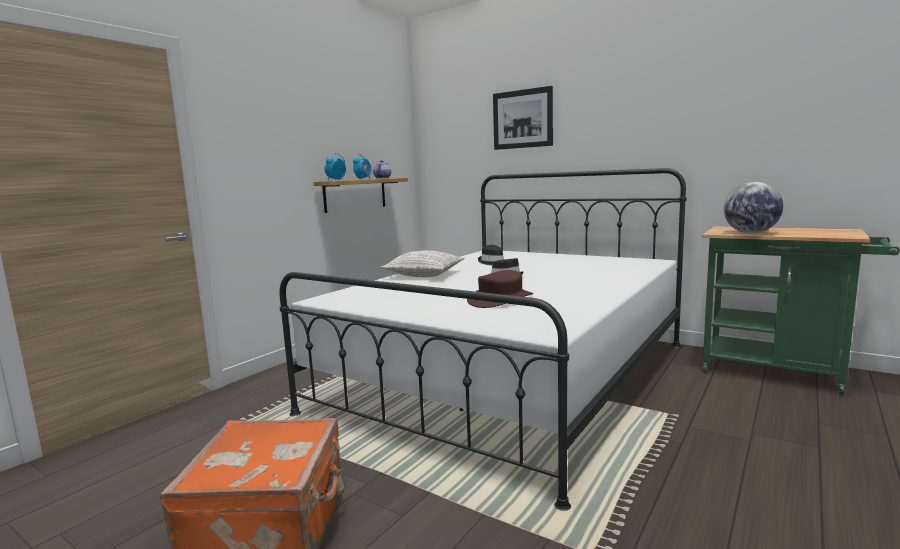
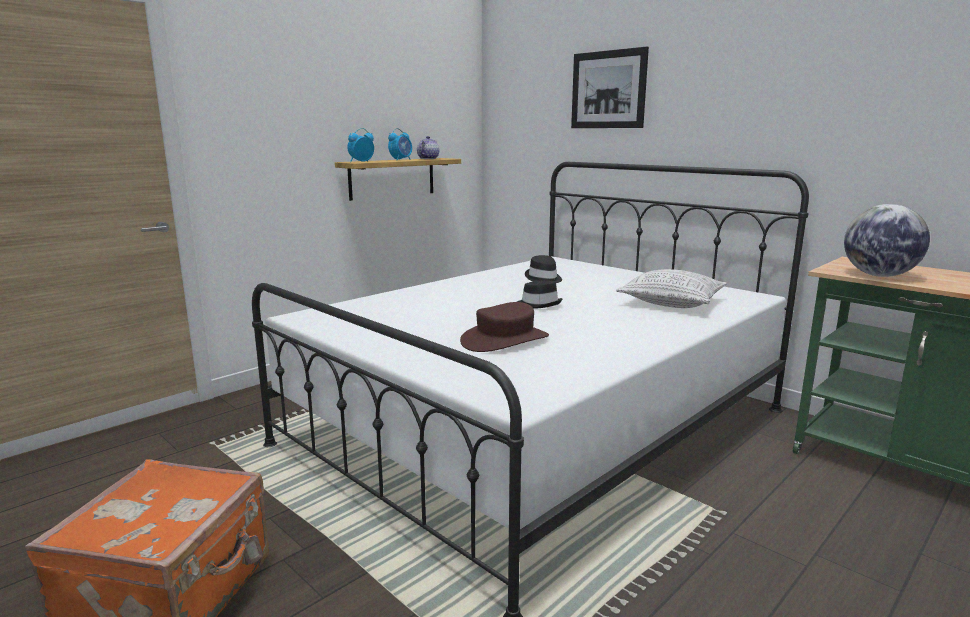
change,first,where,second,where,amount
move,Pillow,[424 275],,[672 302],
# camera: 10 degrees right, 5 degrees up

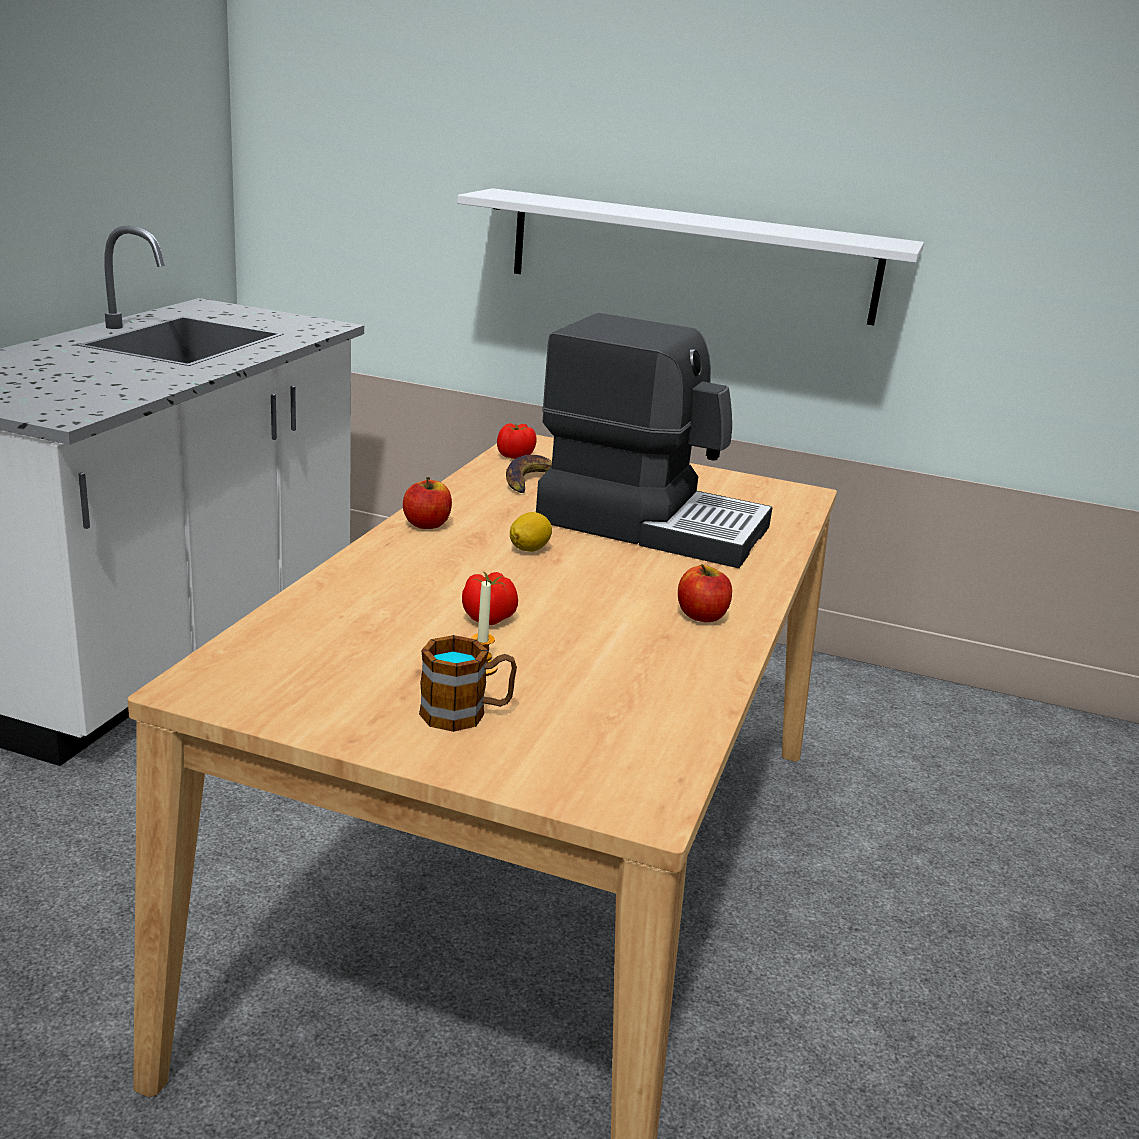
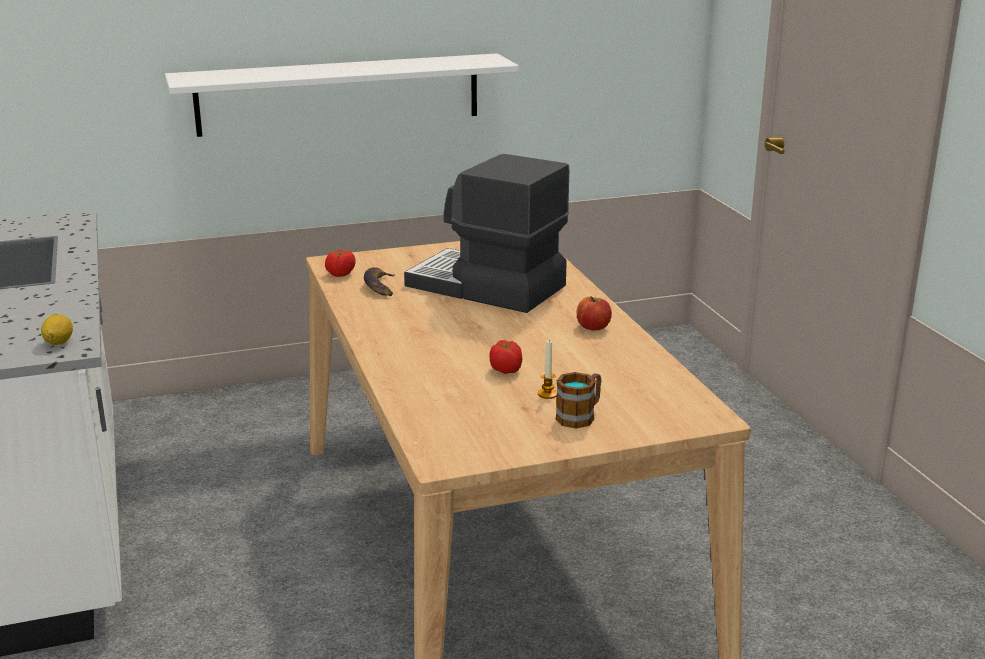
change,first,where,second,where,amount
delete,WholeApple,[427 524],,,
move,CitrusFruit,[529 549],,[59 342],
rotate,CoffeeMaker,[651 523],,[486 287],135 degrees counterclockwise
# camera: 35 degrees left, 0 degrees up

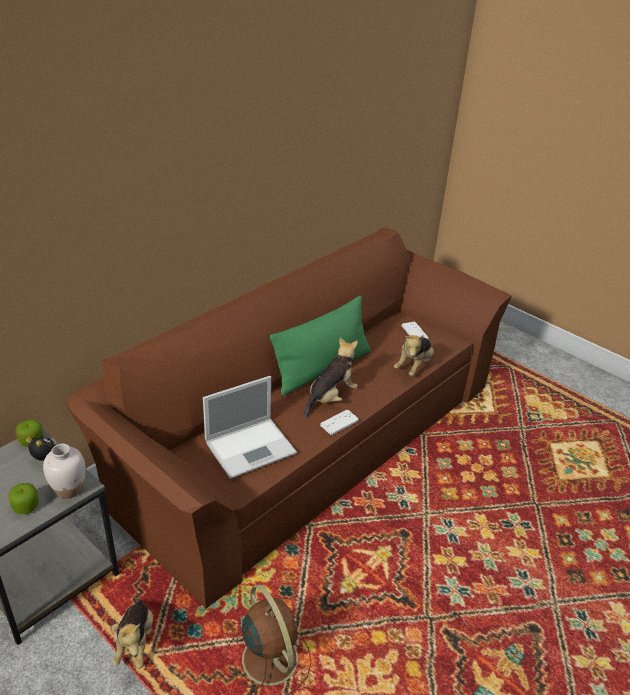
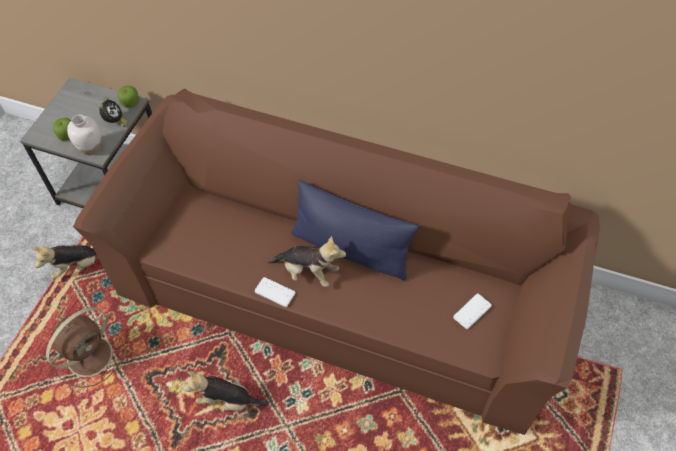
change,first,where,second,where,amount
delete,NotebookComputer,[252 447],,,
recolor,GreenishPillow,[322 369],BluishPillow,[351 249],
move,CuddlyToy,[414 366],,[227 400],
# camera: 70 degrees right, 20 degrees up

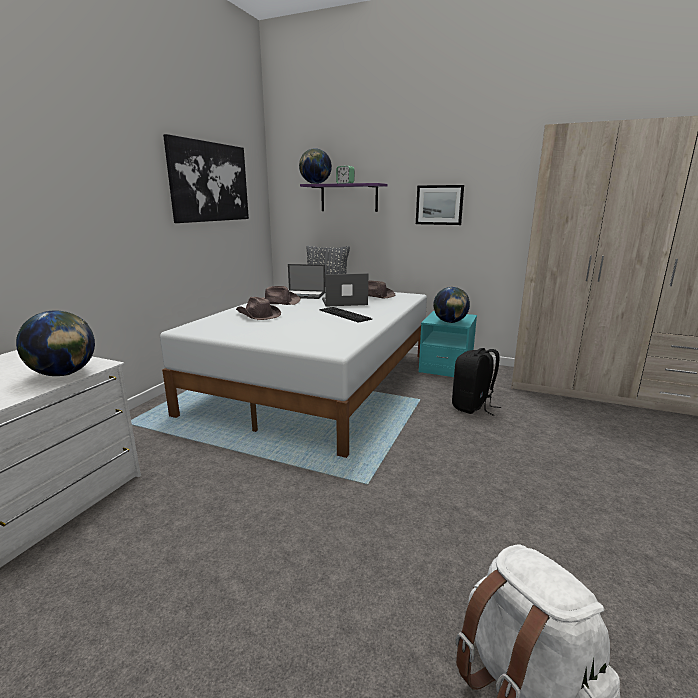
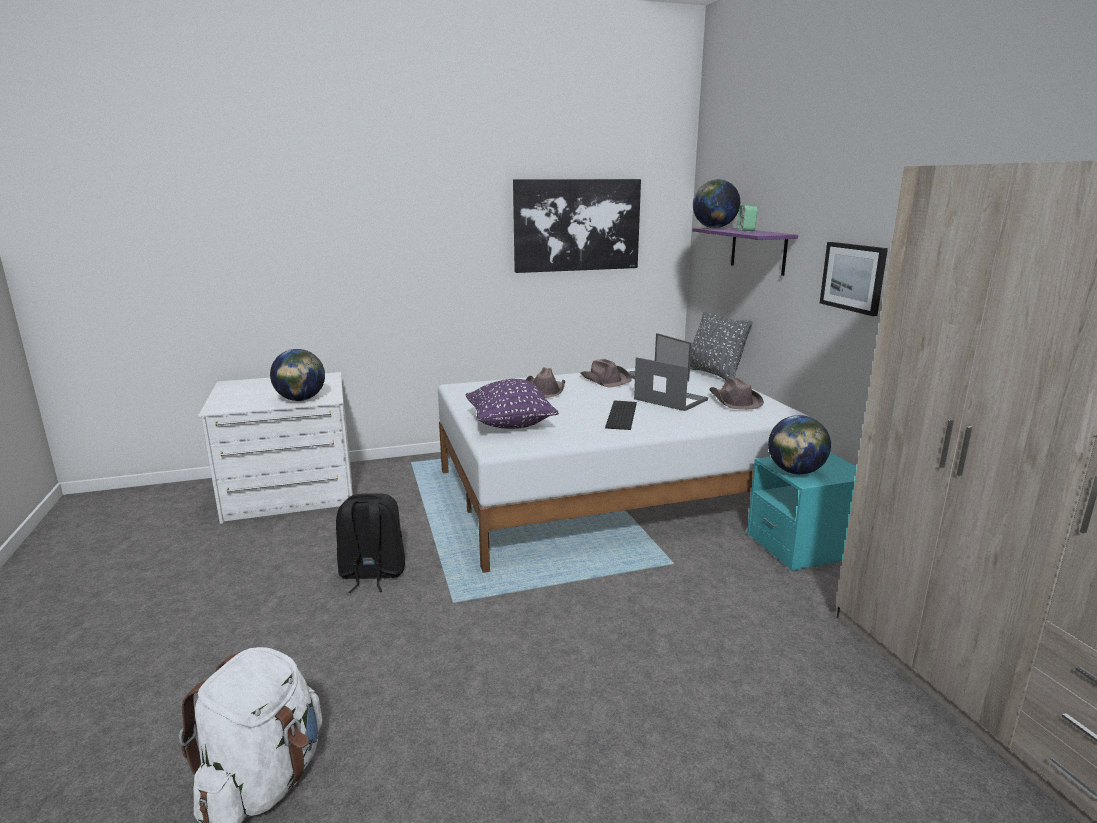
change,first,where,second,where,amount
move,BlackColouredRucksack,[472 407],,[372 574],
insert,,,PurplePillow,[510 425],
# camera: 50 degrees right, 0 degrees up

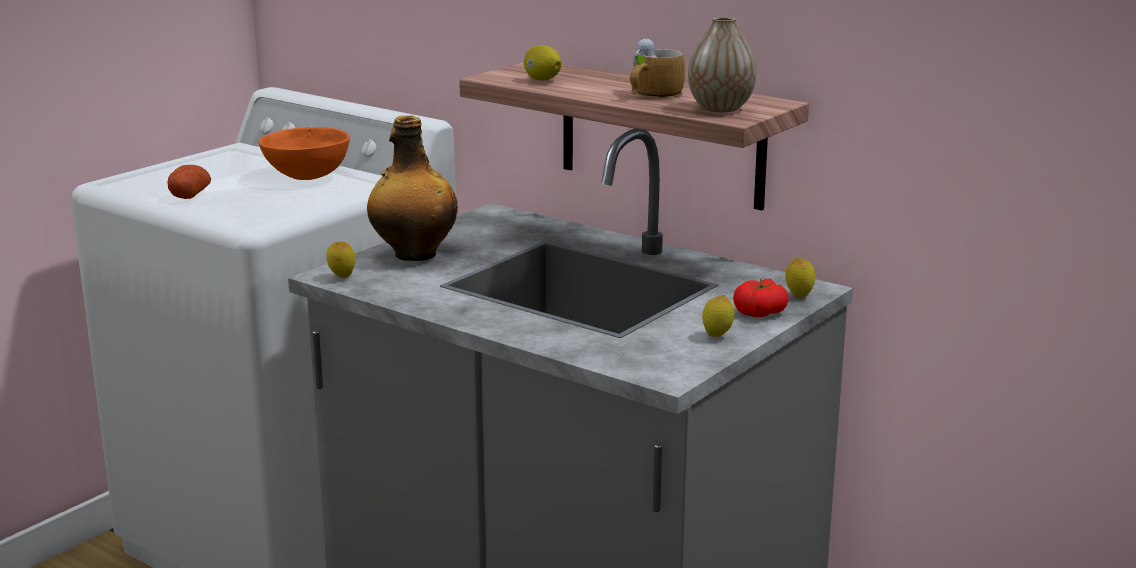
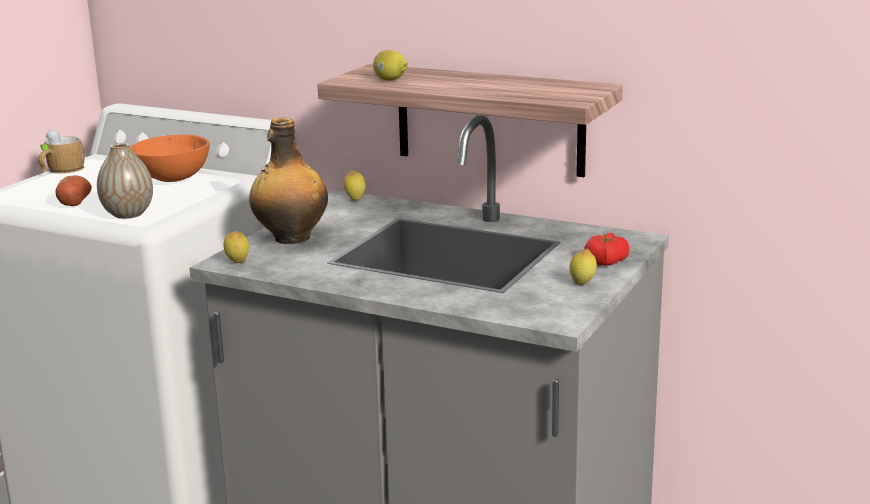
change,first,where,second,where,amount
move,TeaMug,[652 95],,[61 171],
move,FlowerVase,[720 108],,[128 214],
move,CitrusFruit,[799 296],,[355 199],
# camera: 10 degrees left, 0 degrees up

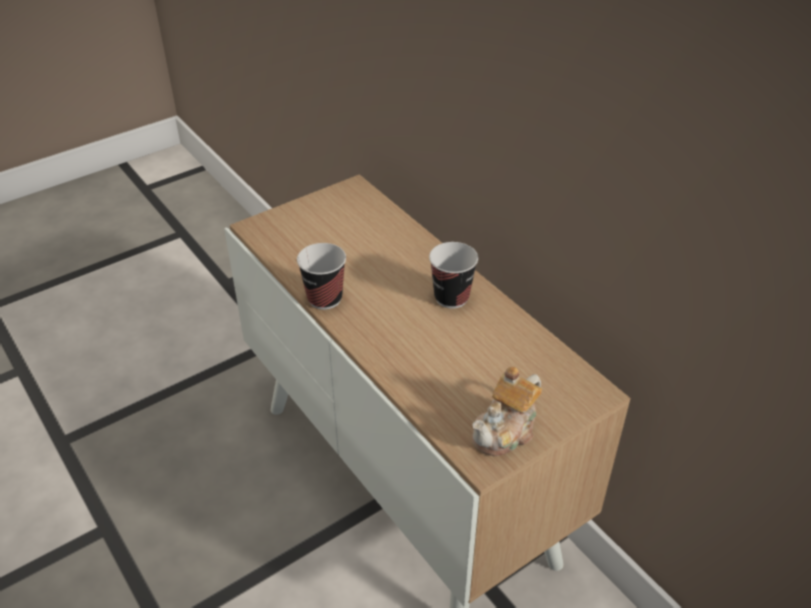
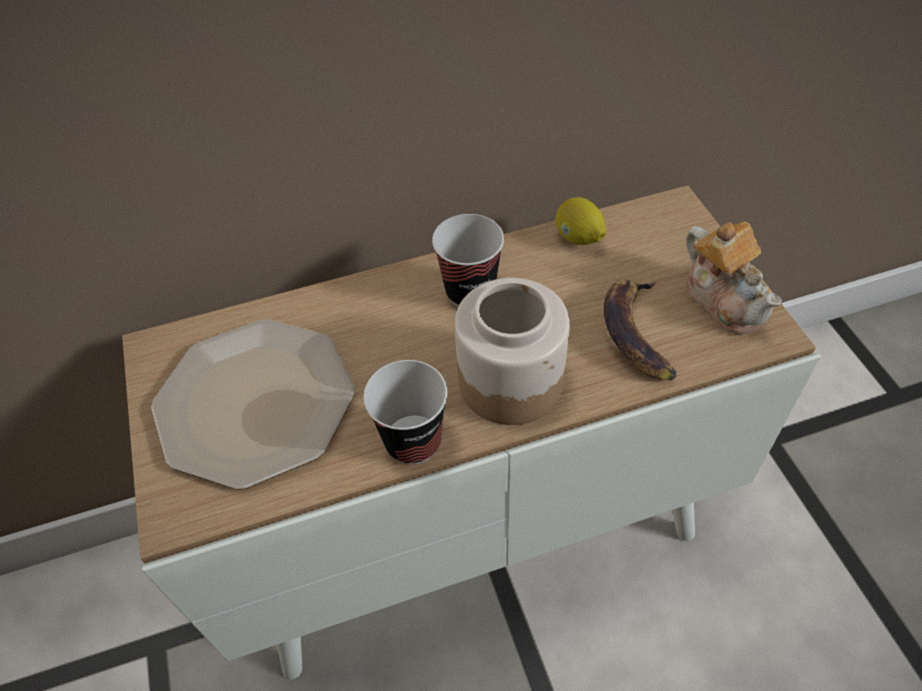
change,first,where,second,where,amount
insert,,,Plate,[256 404],
insert,,,StorageJar,[511 380],
insert,,,CitrusFruit,[578 238],
insert,,,WholeBanana,[636 332],
# camera: 70 degrees left, 10 degrees up

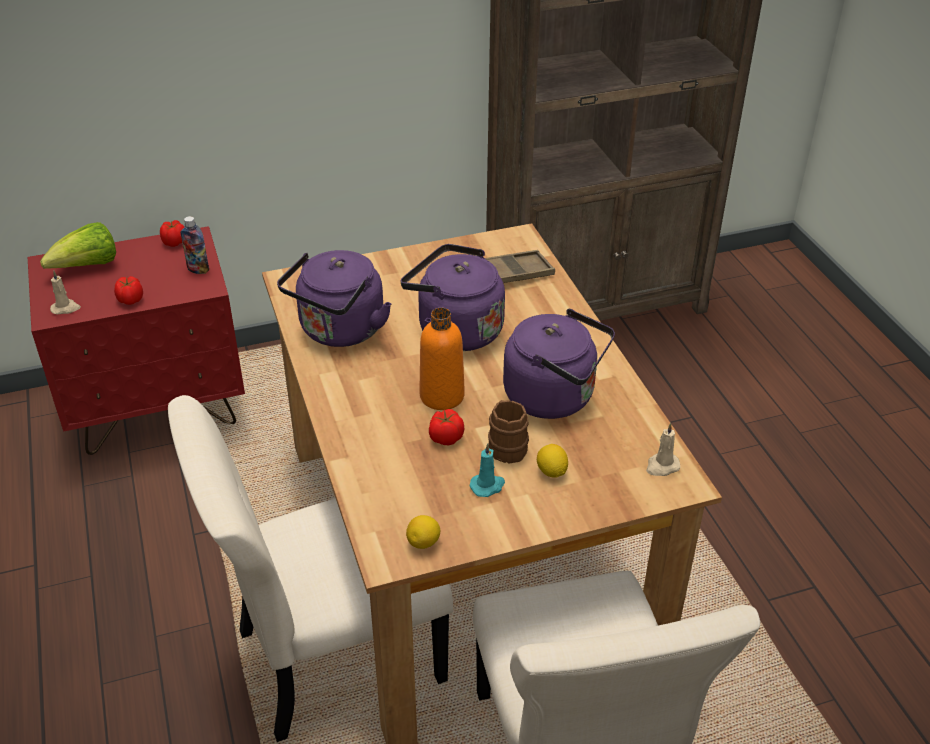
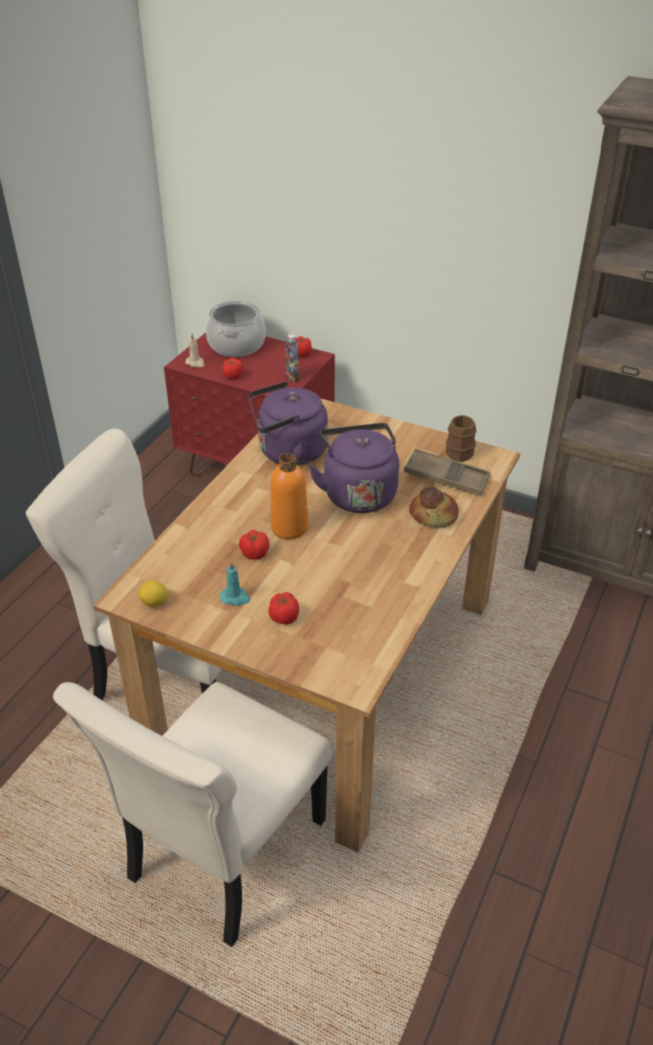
change,first,where,second,where,amount
replace,Lettuce,[87 267],Stockpot,[237 345],
move,BrownishTeaMug,[506 445],,[461 451],
delete,PurpleWaterKettle,[555 397],,,
replace,CitrusFruit,[551 472],Tomato,[284 617],
delete,SandColouredWaxLight,[662 466],,,
insert,,,BakeryBread,[434 515],
# camera: 45 degrees right, 0 degrees up

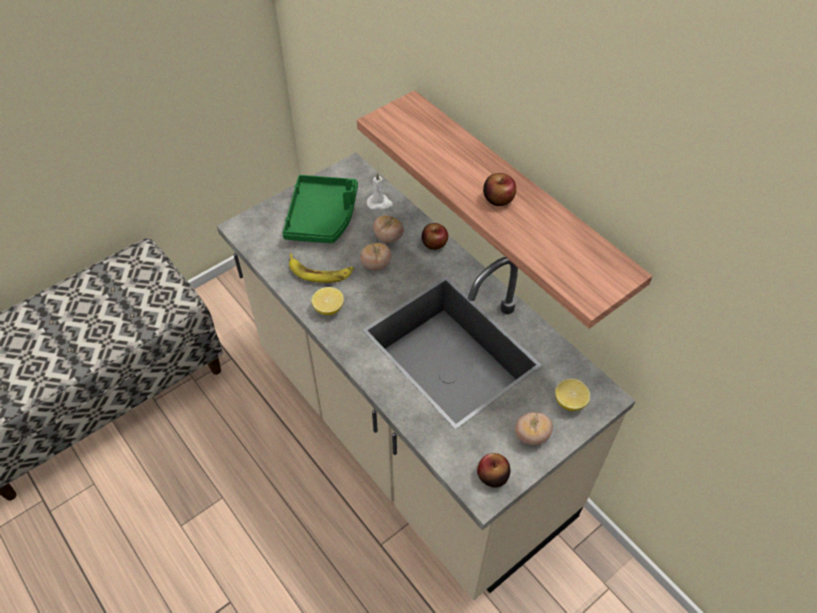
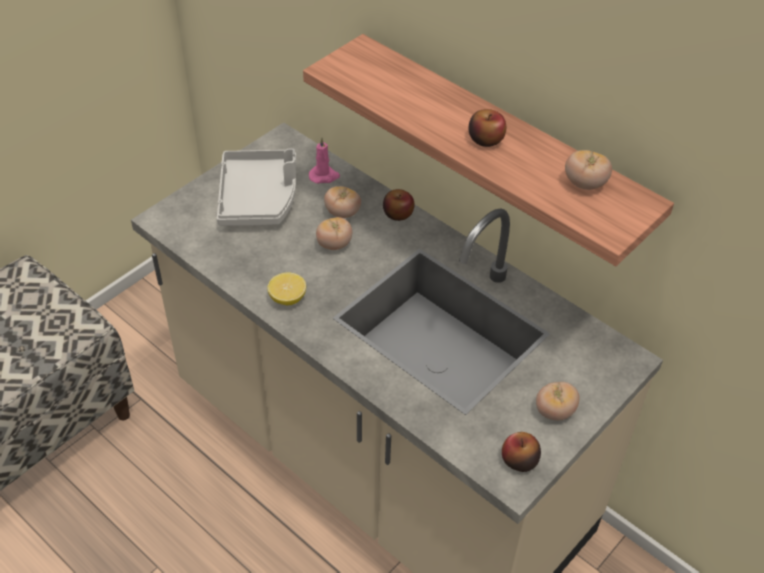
change,first,where,second,where,amount
recolor,GreenishServingTray,[322 217],GrayServingTray,[259 198],
delete,WholeBanana,[320 272],,,
recolor,WhitishWaxLight,[380 203],PinkishWaxLight,[324 176],
delete,CitrusFruit,[570 401],,,
insert,,,Tomato,[585 184],
# camera: 10 degrees left, 5 degrees down

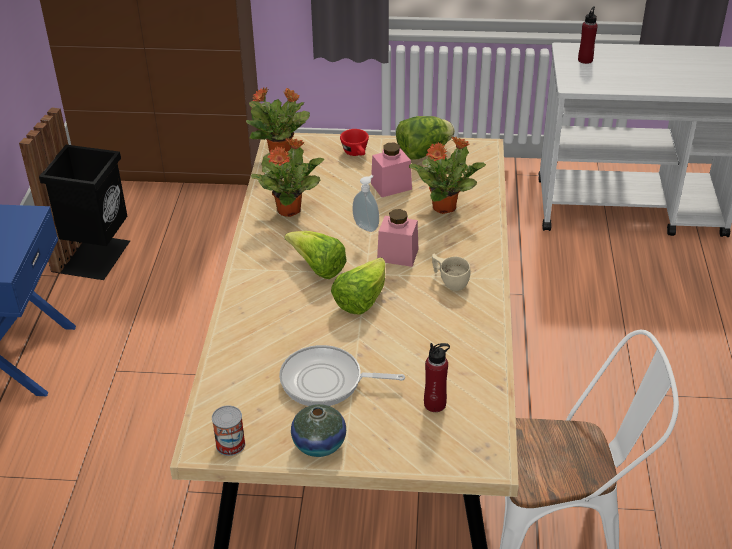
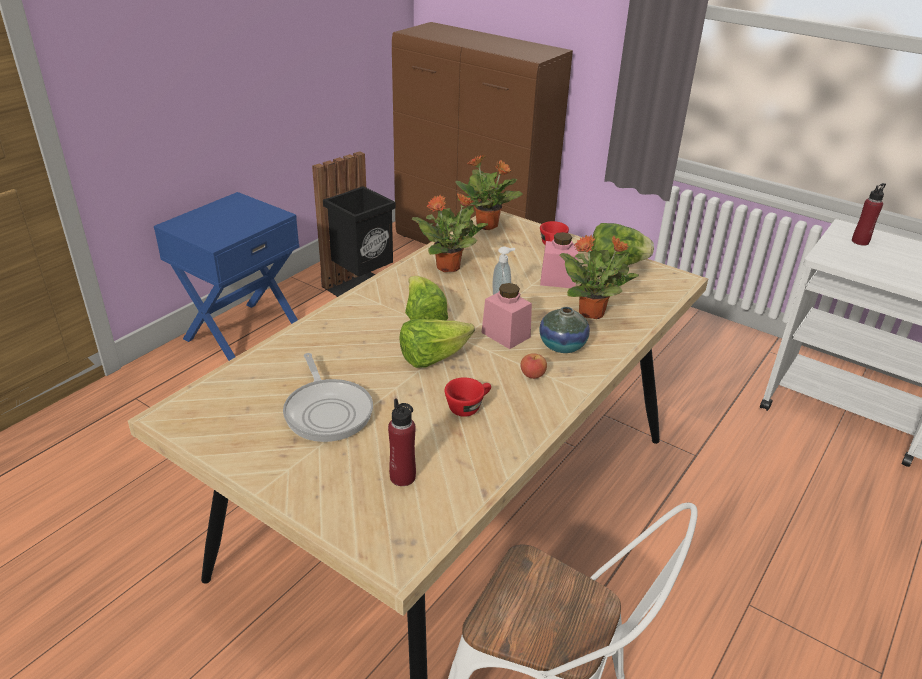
change,first,where,second,where,amount
delete,SealedCan,[230 444],,,
rotate,Skillet,[326 381],,[328 411],150 degrees counterclockwise
move,FlowerVase,[319 444],,[562 346],
replace,SandColouredCup,[449 281],WholeApple,[532 375],
insert,,,RedCup,[468 406],
# camera: 30 degrees right, 5 degrees down

